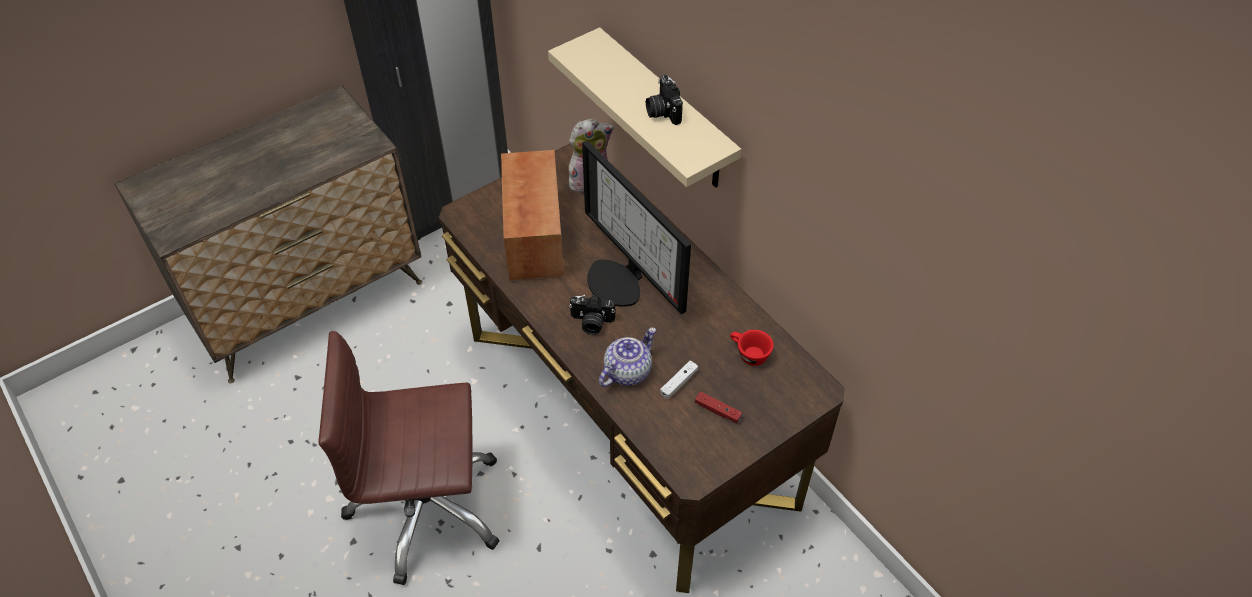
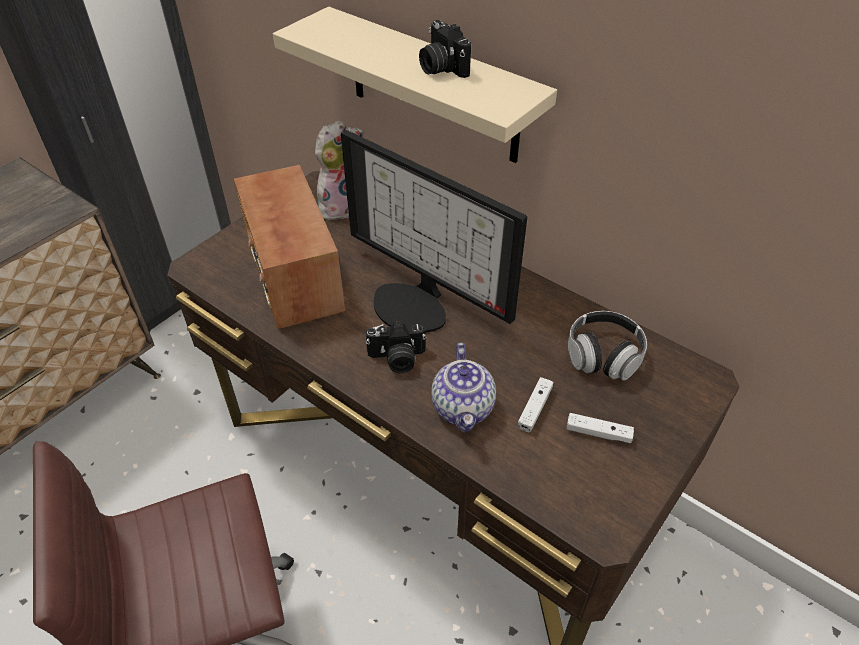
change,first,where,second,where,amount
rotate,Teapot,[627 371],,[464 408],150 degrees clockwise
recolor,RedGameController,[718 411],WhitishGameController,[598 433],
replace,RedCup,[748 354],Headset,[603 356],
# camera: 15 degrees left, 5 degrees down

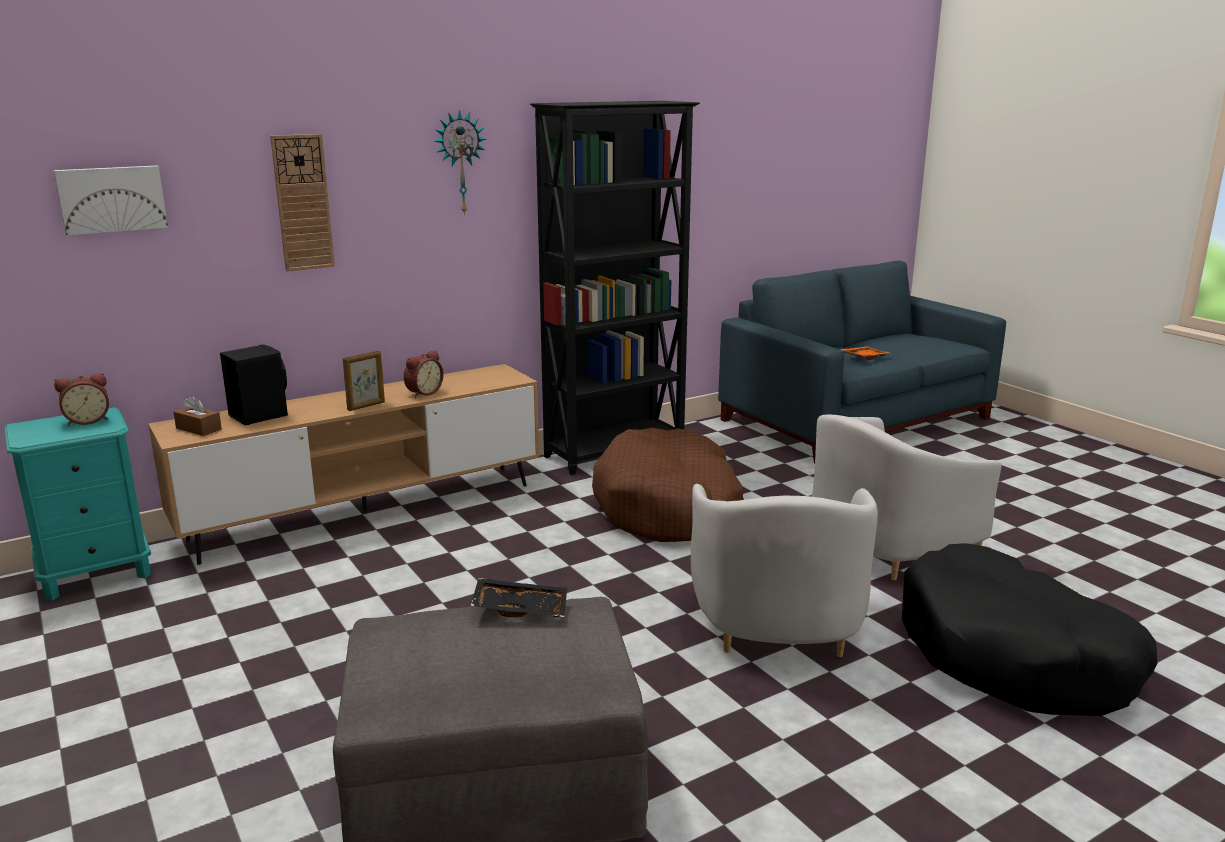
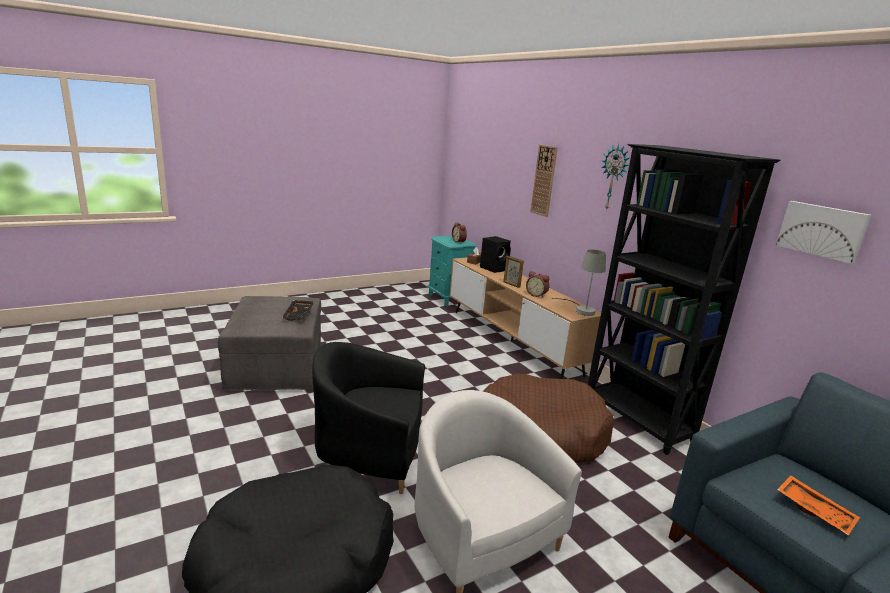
change,first,where,second,where,amount
move,Picture,[112 199],,[822 230],
recolor,WhitishArmchair,[778 625],BlackColouredArmchair,[370 454],
insert,,,GrayTabletopLamp,[581 310],
# camera: 90 degrees right, 0 degrees up

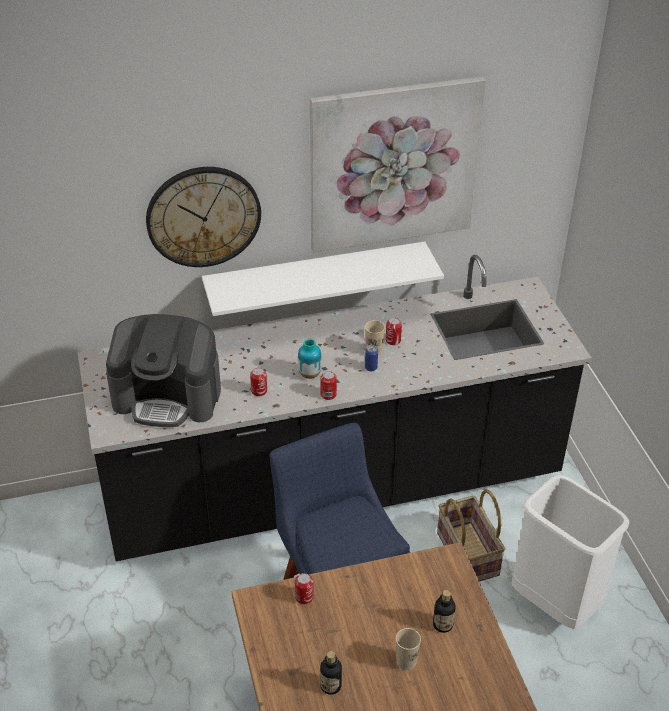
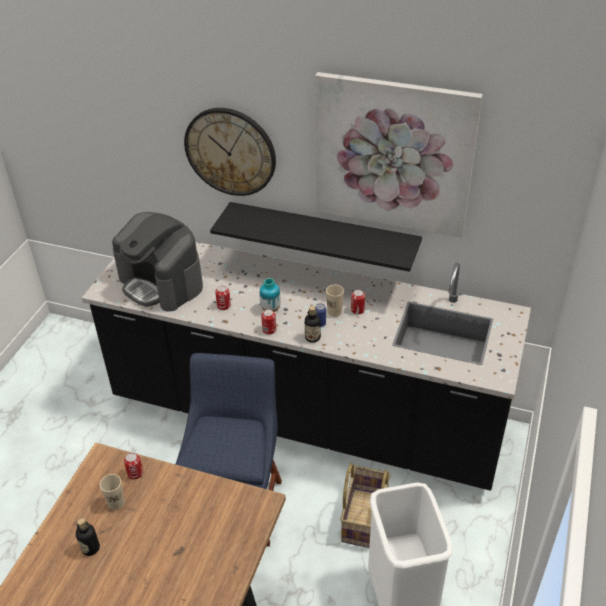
change,first,where,second,where,amount
recolor,WhitishShelf,[315 278],BlackColouredShelf,[323 236],
move,SandColouredCup,[406 662],,[116 503],
move,Bottle,[442 625],,[312 337],
# camera: 35 degrees right, 0 degrees up

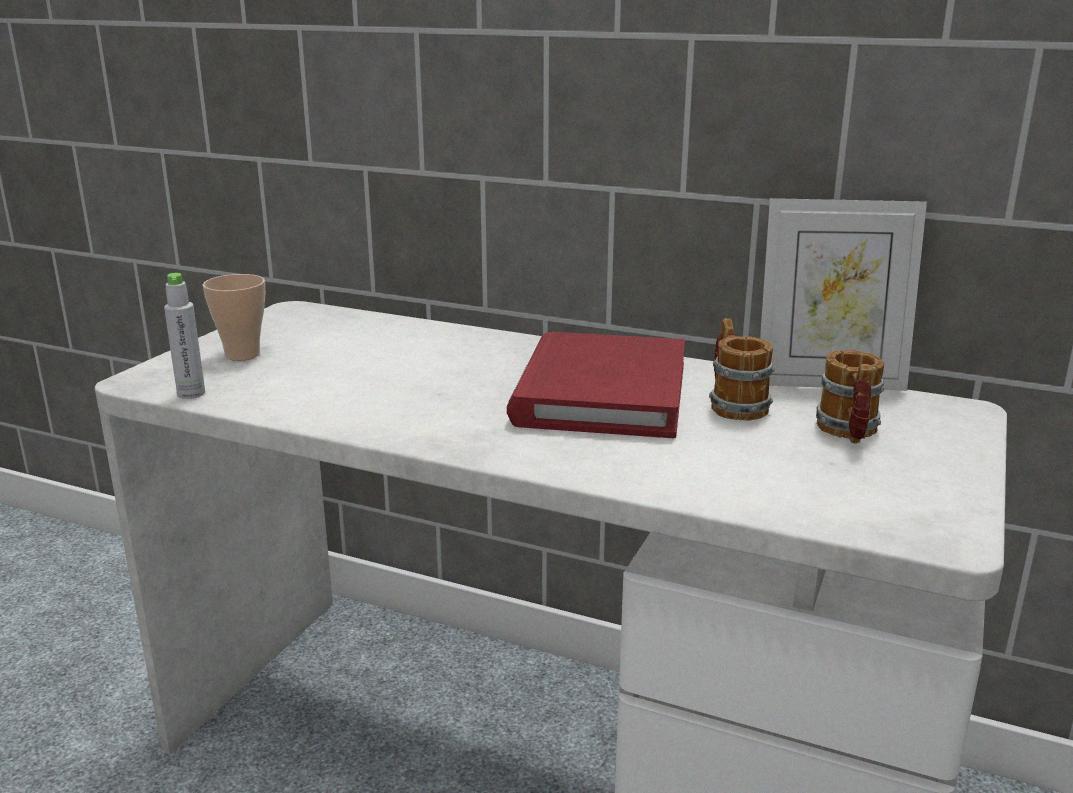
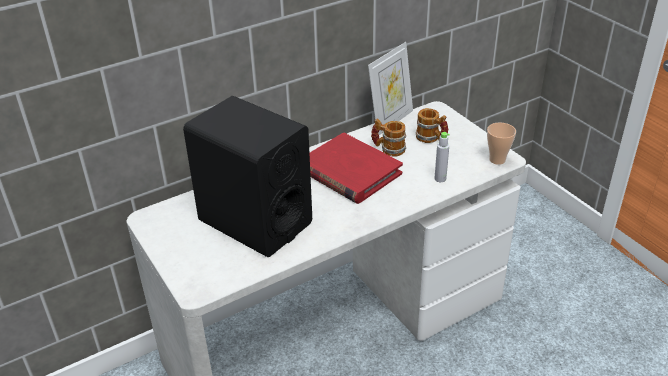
change,first,where,second,where,amount
move,GrayBottle,[191 393],,[440 179],
move,Cup,[242 355],,[497 160],
insert,,,BlackColouredSpeaker,[254 221],
# camera: 55 degrees left, 15 degrees up

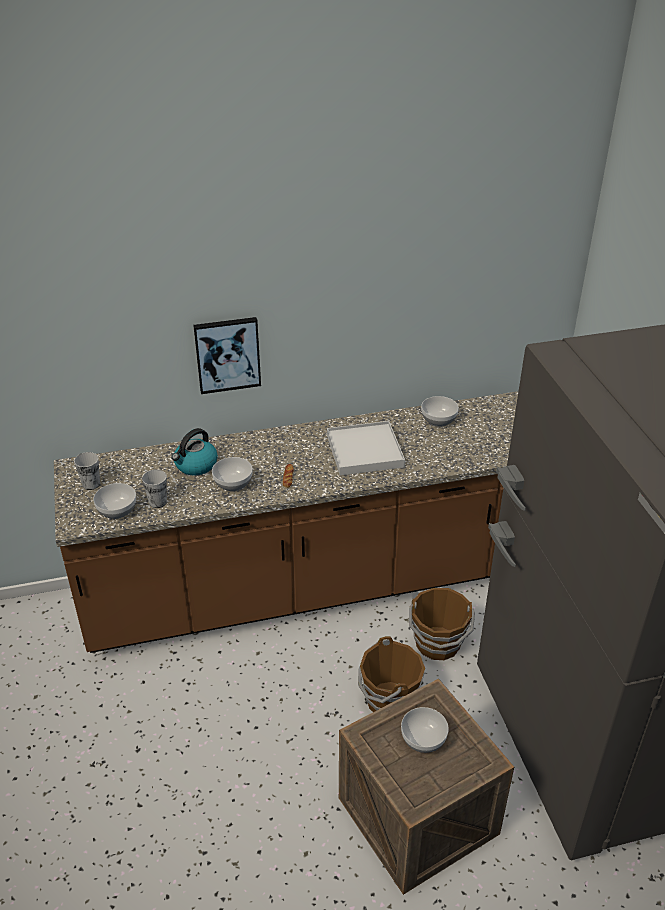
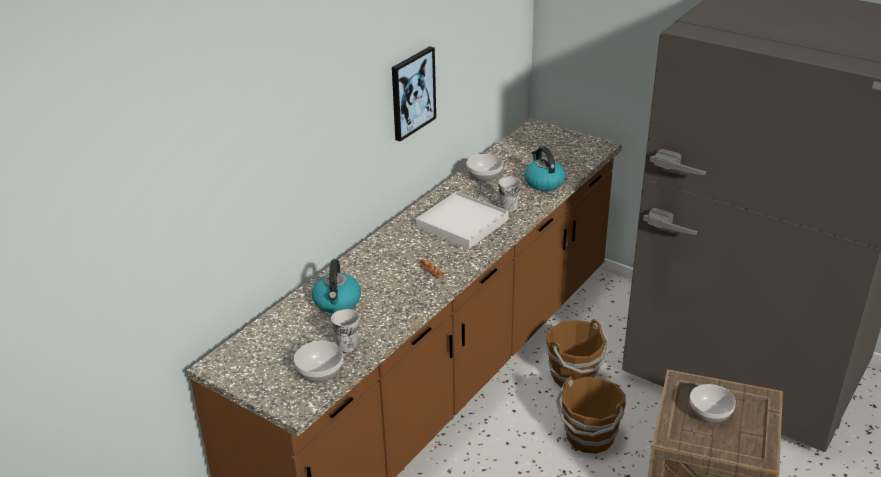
change,first,where,second,where,amount
move,Cup,[91 484],,[509 208],
move,Picture,[227 354],,[412 93],
delete,Bowl,[233 483],,,
insert,,,WaterKettle,[543 182],
# camera: 40 degrees left, 5 degrees down

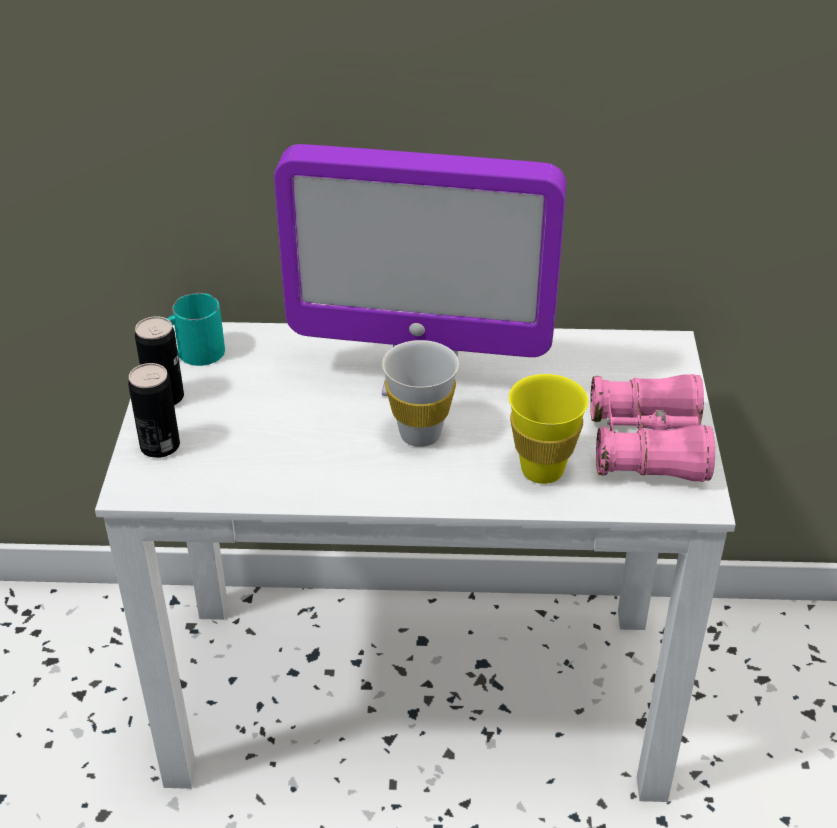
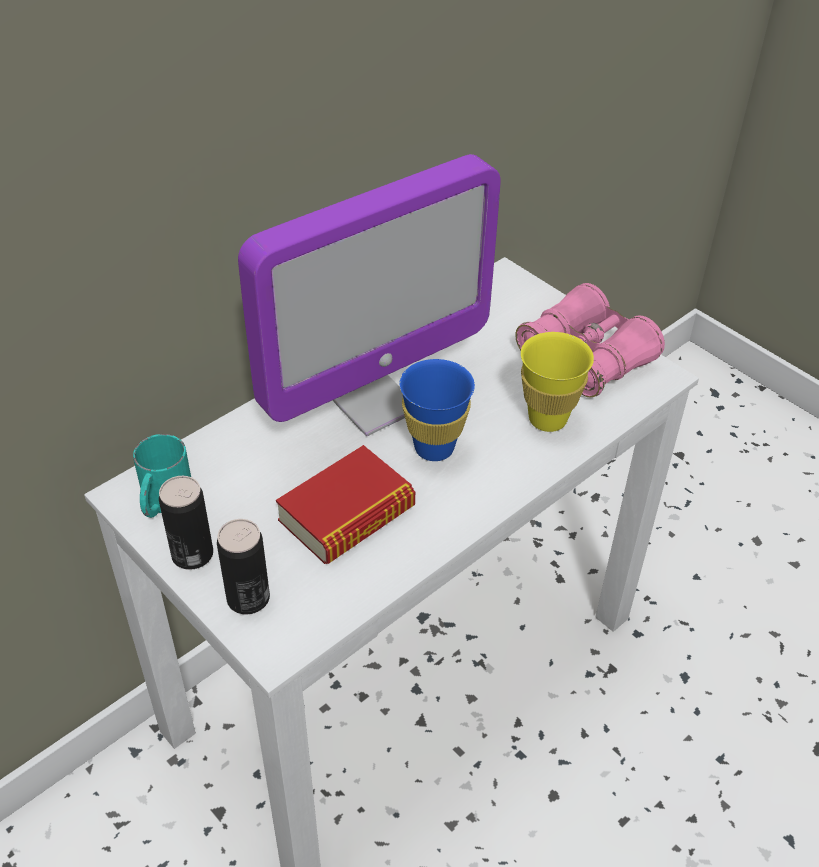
change,first,where,second,where,amount
recolor,WhitishCup,[420 434],BluishCup,[434 448],
insert,,,Book,[346 514],
# camera: 45 degrees left, 5 degrees up

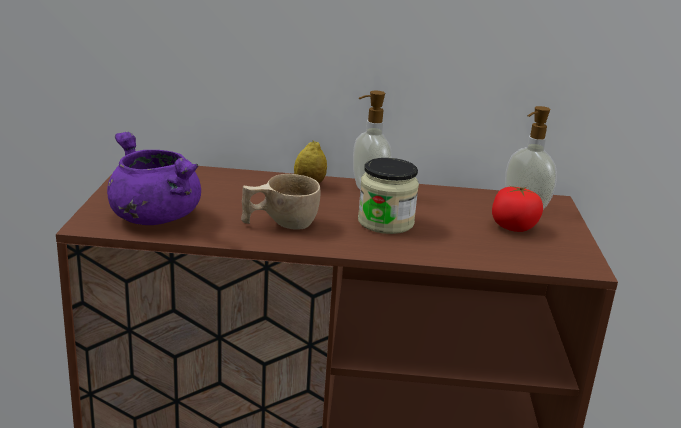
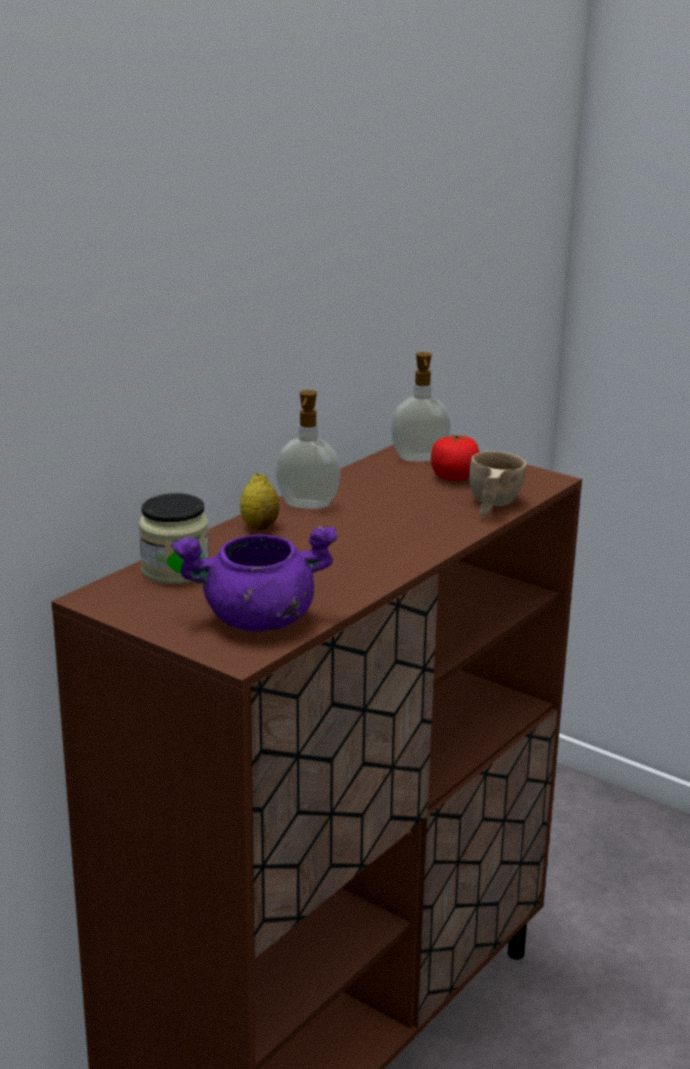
change,first,where,second,where,amount
move,SandColouredCup,[280 224],,[492 505],
move,StorageJar,[385 222],,[175 570],
# camera: 55 degrees left, 0 degrees up

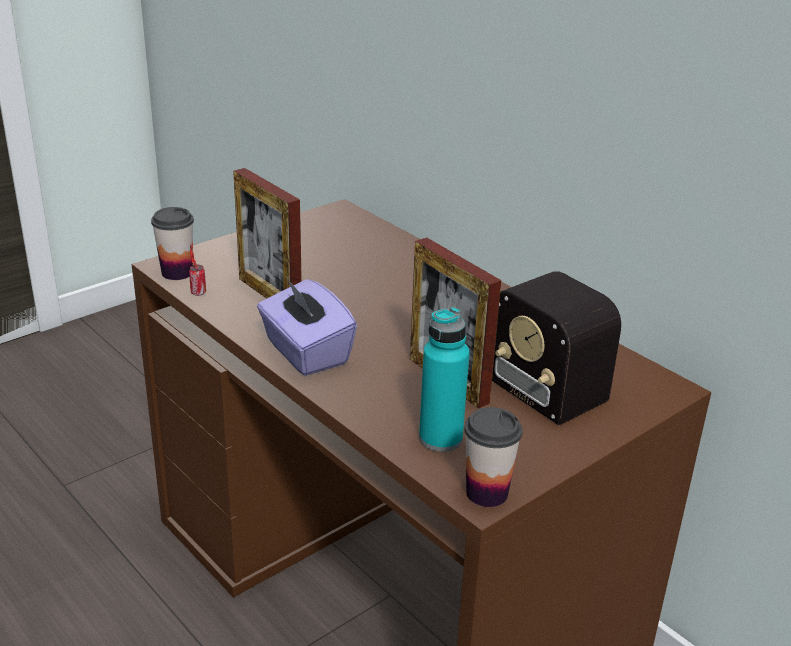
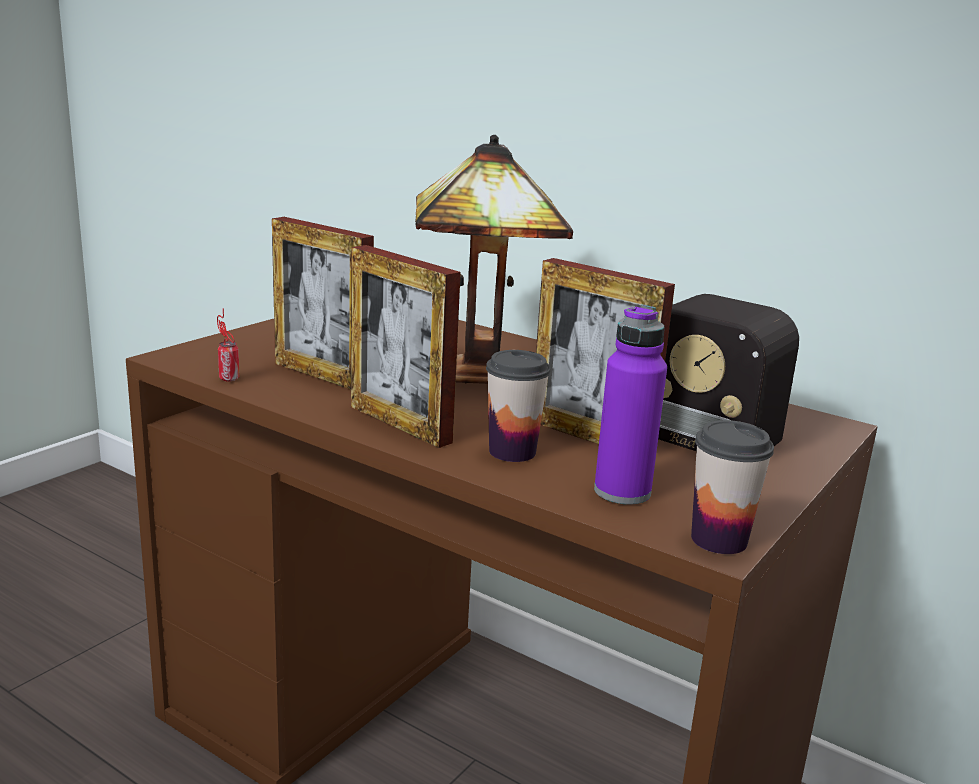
change,first,where,second,where,amount
move,Cup,[177 273],,[512 452],
replace,PurpleTissueBox,[305 352],PhotoFrame,[399 424],
recolor,TurquoiseBottle,[440 438],PurpleBottle,[622 492],
insert,,,TabletopLamp,[476 370],
# camera: 15 degrees left, 10 degrees down

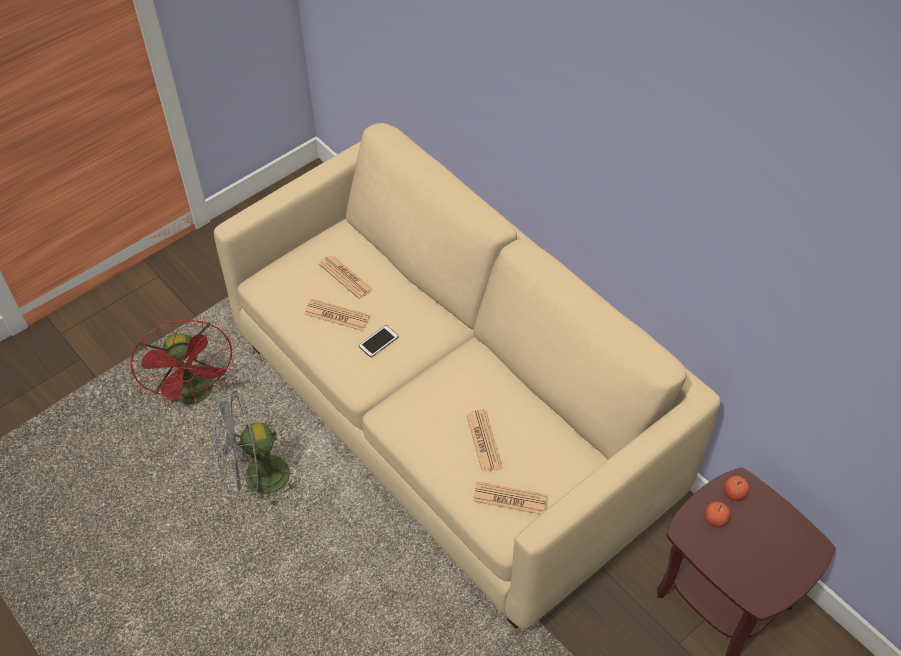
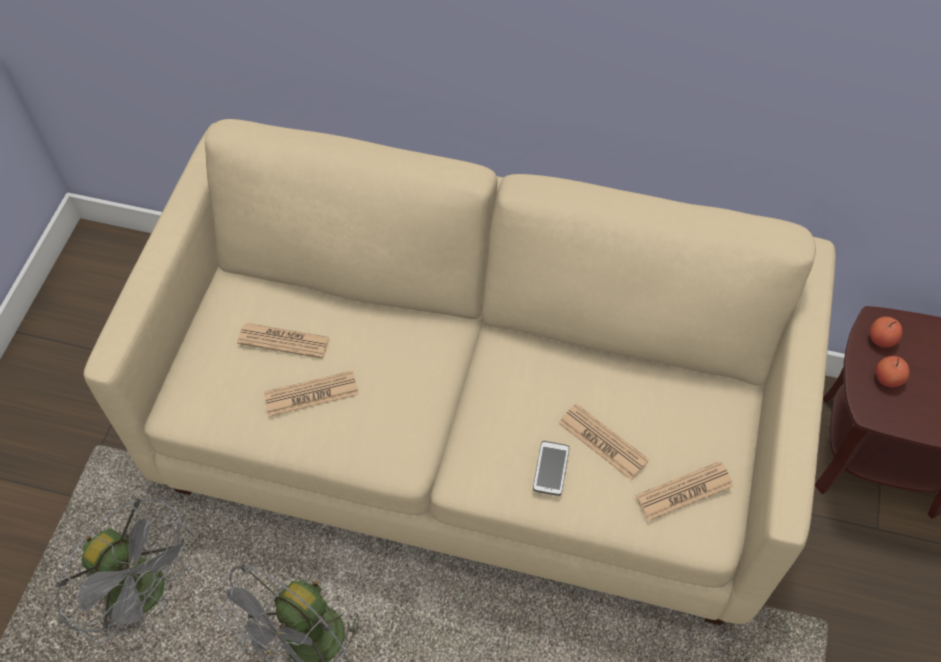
change,first,where,second,where,amount
recolor,RedElectricFan,[196 395],GrayElectricFan,[147 593],
move,Phone,[378 342],,[551 468],
# camera: 35 degrees left, 5 degrees up

